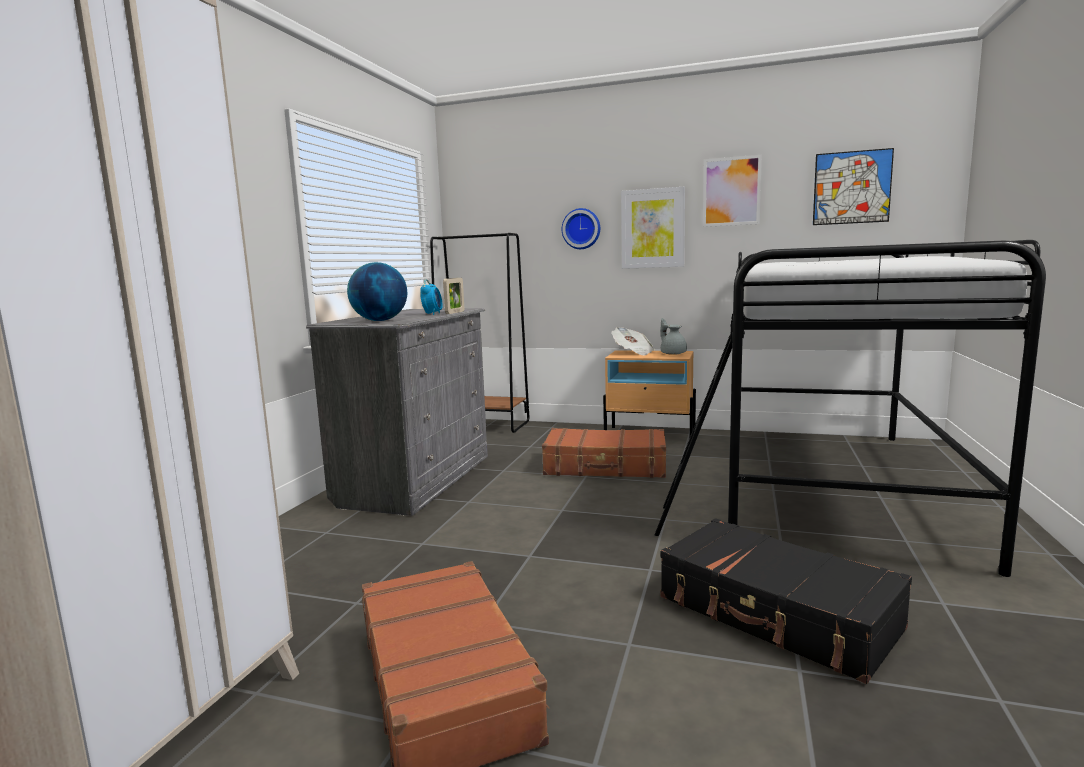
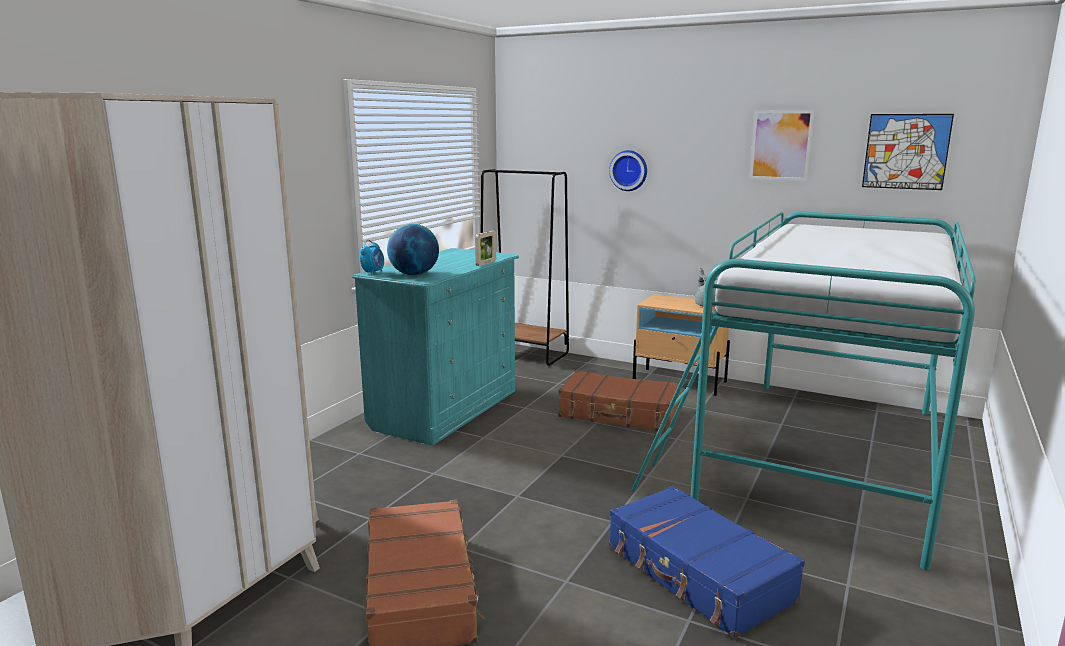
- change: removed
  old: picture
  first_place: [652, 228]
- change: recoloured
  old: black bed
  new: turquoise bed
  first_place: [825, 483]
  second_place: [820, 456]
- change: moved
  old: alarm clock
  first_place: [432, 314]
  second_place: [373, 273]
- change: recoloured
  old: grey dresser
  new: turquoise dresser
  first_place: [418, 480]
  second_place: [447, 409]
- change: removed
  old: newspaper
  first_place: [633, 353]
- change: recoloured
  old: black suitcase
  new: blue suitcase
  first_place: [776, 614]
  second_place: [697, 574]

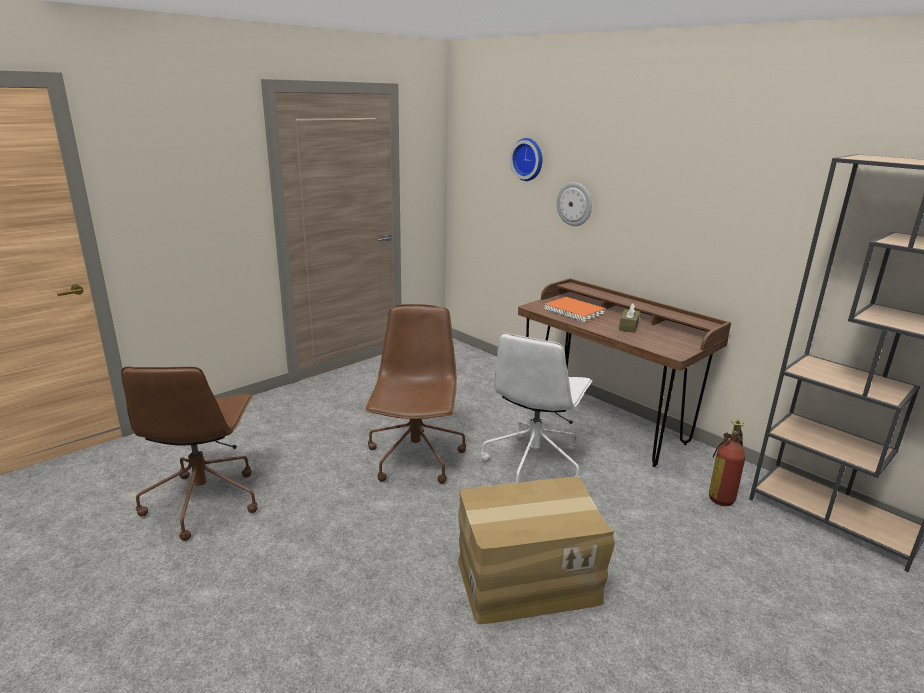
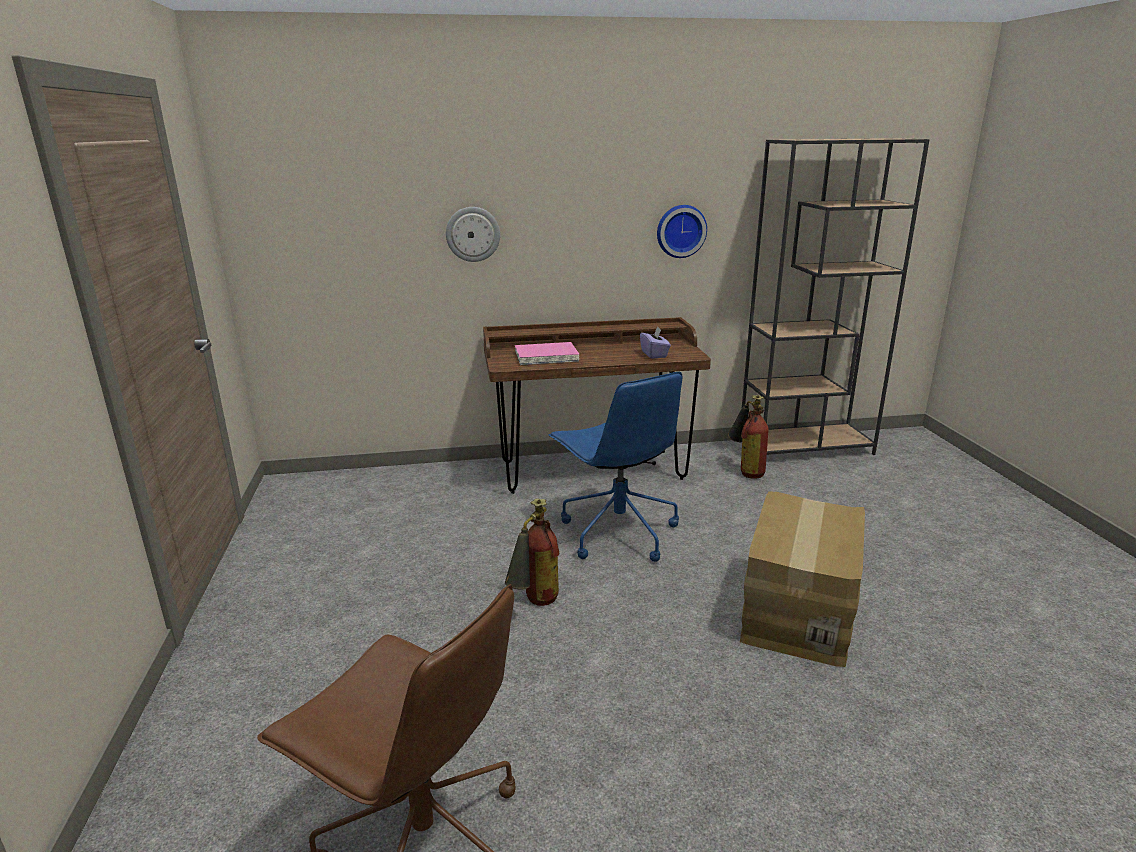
- change: moved
  old: wall clock
  first_place: [528, 159]
  second_place: [680, 231]
- change: recoloured
  old: orange book
  new: pink book
  first_place: [574, 312]
  second_place: [546, 356]
- change: removed
  old: brown tissue box
  first_place: [628, 326]
- change: replaced
  old: brown office chair
  new: fire extinguisher
  first_place: [415, 461]
  second_place: [534, 605]
- change: recoloured
  old: white office chair
  new: blue office chair
  first_place: [534, 462]
  second_place: [615, 531]
- change: added
  new: purple tissue box
  second_place: [654, 354]

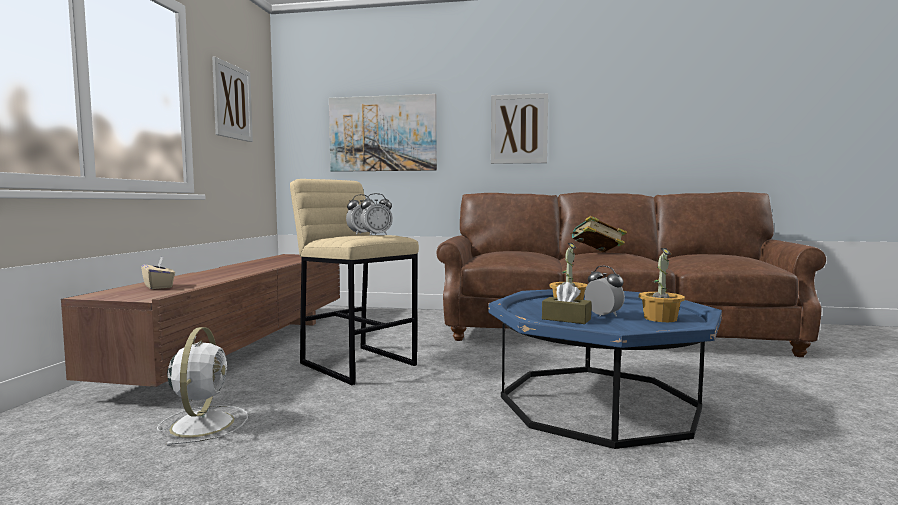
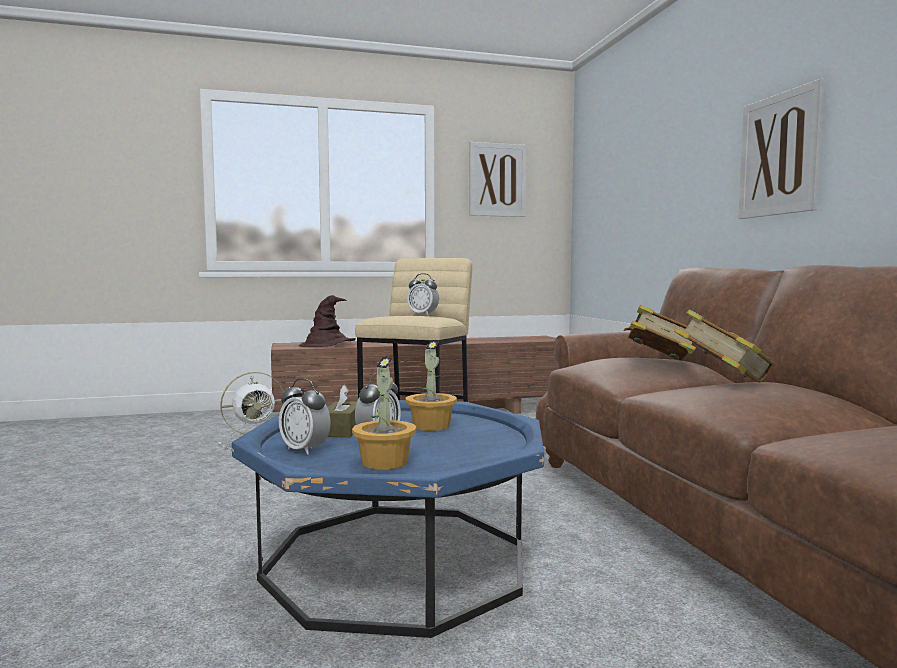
- change: removed
  old: picture
  first_place: [382, 134]
- change: moved
  old: alarm clock
  first_place: [376, 235]
  second_place: [305, 450]
- change: replaced
  old: beige tissue box
  new: brown hat
  first_place: [159, 286]
  second_place: [327, 344]
- change: added
  new: book
  second_place: [660, 362]

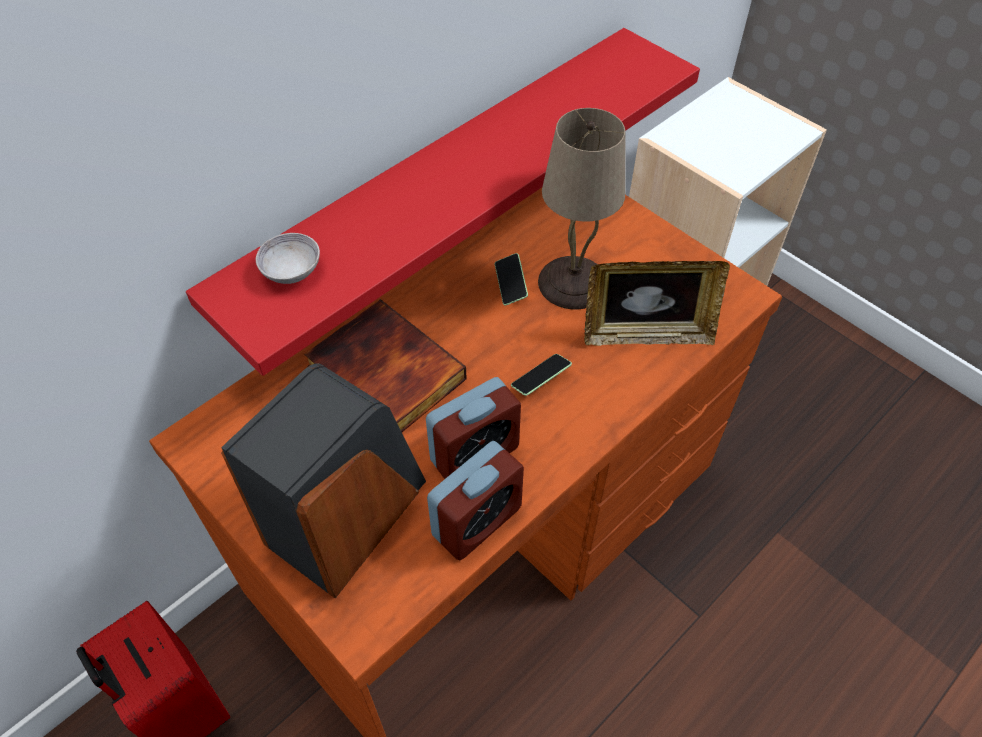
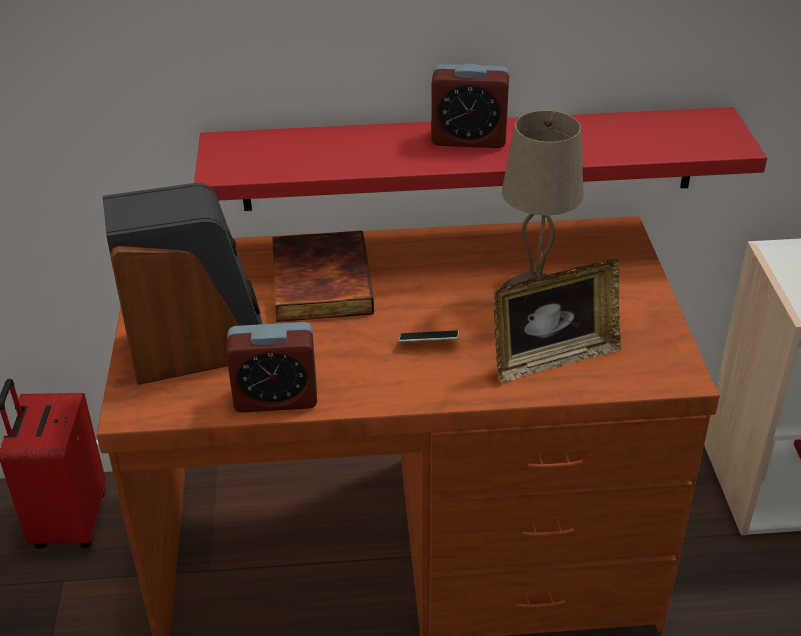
- change: removed
  old: grey bowl
  first_place: [292, 271]
- change: removed
  old: phone
  first_place: [510, 284]
- change: turned
  old: picture frame
  first_place: [646, 335]
  second_place: [553, 359]
  degrees: -60
- change: moved
  old: alarm clock
  first_place: [474, 454]
  second_place: [468, 139]

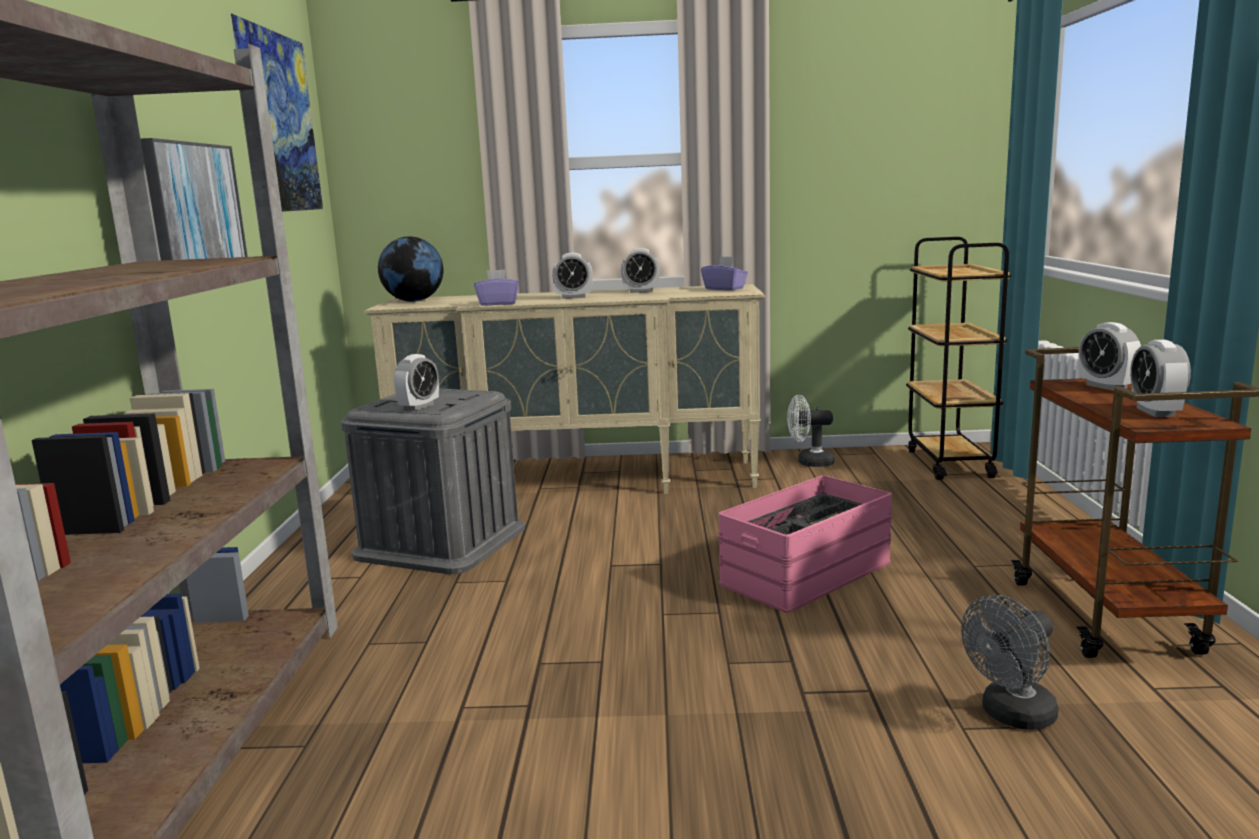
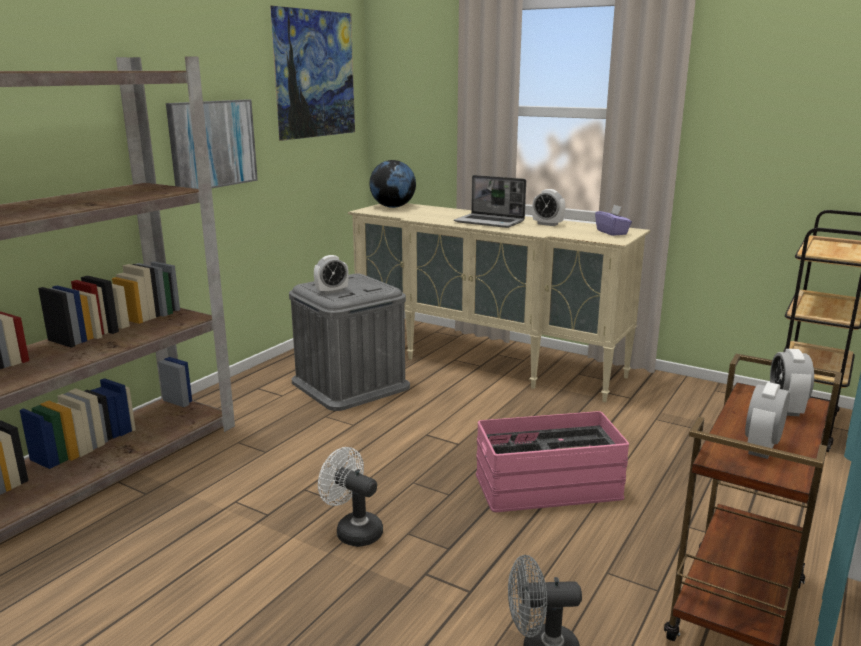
- change: replaced
  old: alarm clock
  new: laptop
  first_place: [573, 297]
  second_place: [490, 222]
- change: removed
  old: purple tissue box
  first_place: [498, 303]
- change: moved
  old: white fan
  first_place: [809, 462]
  second_place: [353, 531]

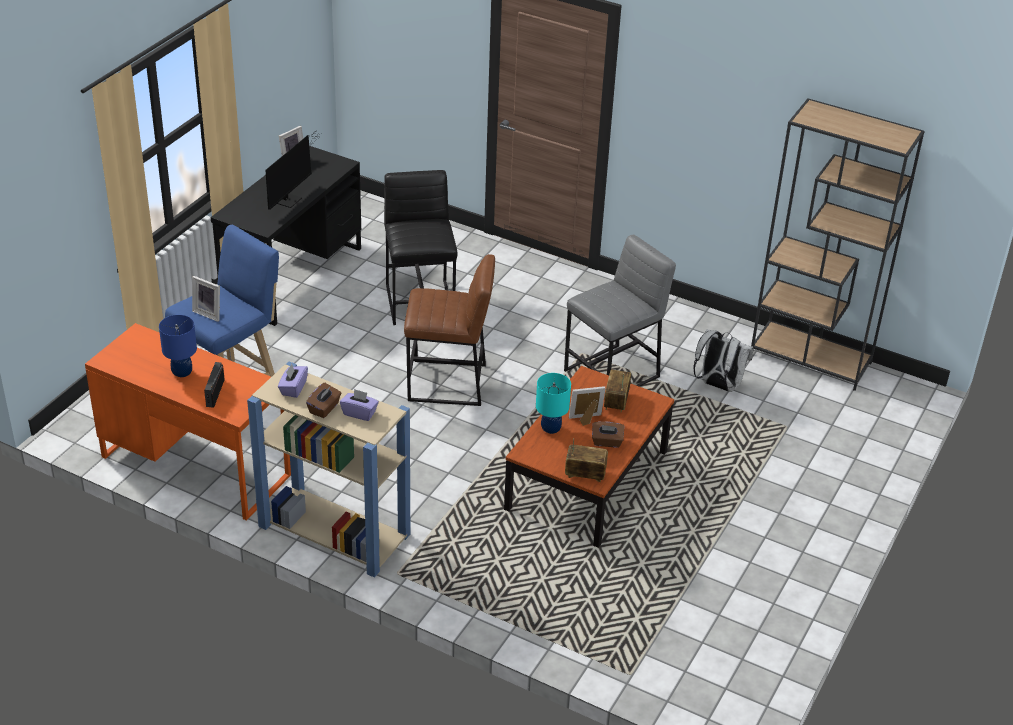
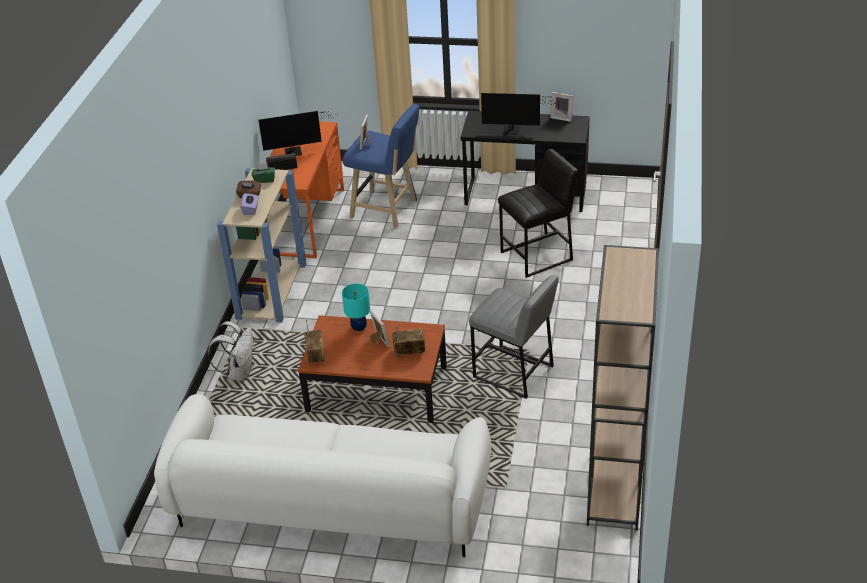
- change: removed
  old: brown chair
  first_place: [449, 383]
- change: replaced
  old: blue table lamp
  new: monitor
  first_place: [181, 372]
  second_place: [296, 152]
- change: moved
  old: white backpack
  first_place: [718, 385]
  second_place: [239, 372]
- change: recoloured
  old: purple tissue box
  new: green tissue box
  first_place: [293, 388]
  second_place: [264, 179]
- change: removed
  old: brown tissue box
  first_place: [607, 442]
- change: added
  new: white sofa
  second_place: [331, 504]

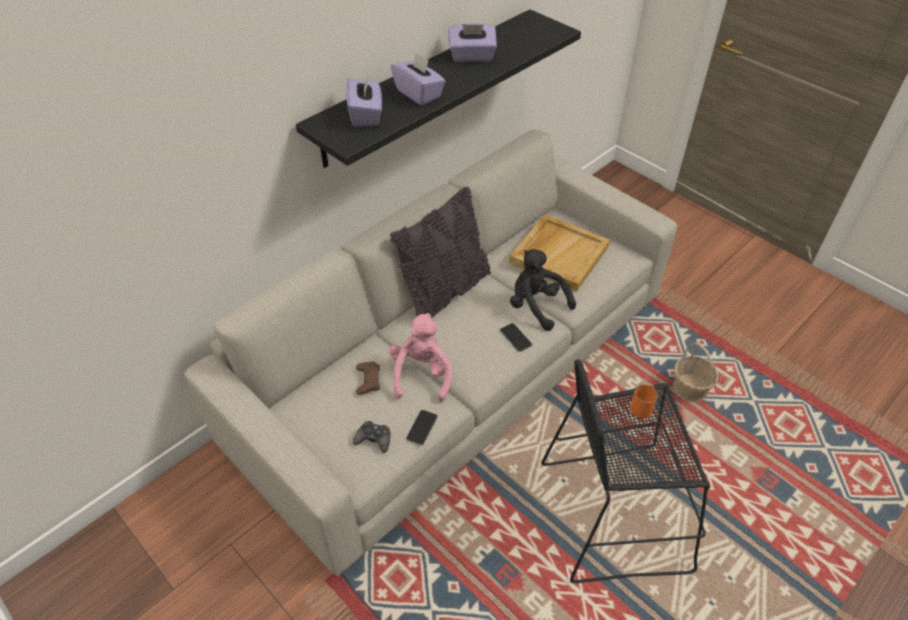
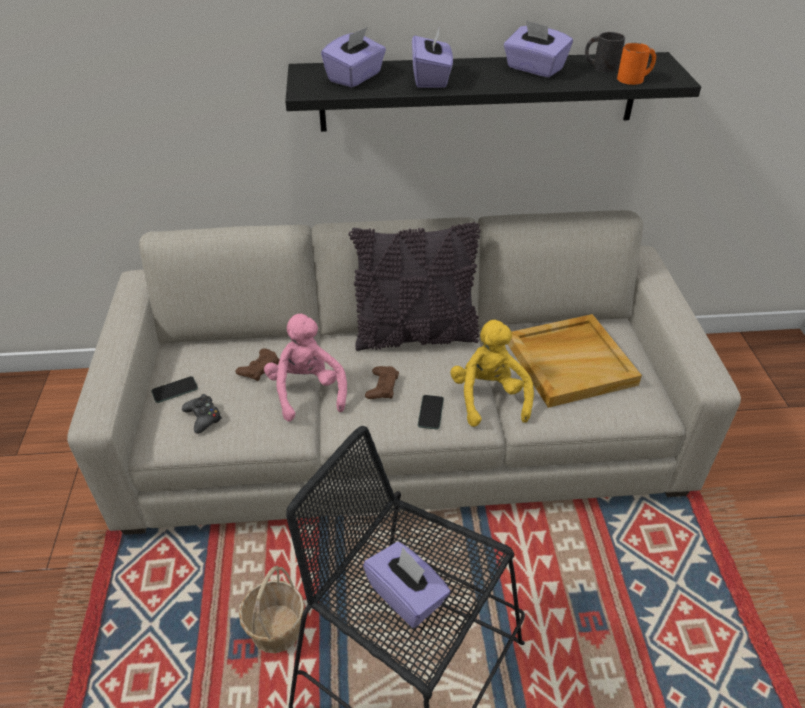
- change: recoloured
  old: black plush toy
  new: yellow plush toy
  first_place: [536, 306]
  second_place: [489, 397]
- change: turned
  old: pink plush toy
  first_place: [421, 374]
  second_place: [307, 391]
  degrees: -60
- change: moved
  old: basket
  first_place: [689, 389]
  second_place: [276, 629]
- change: moved
  old: orange mug
  first_place: [643, 405]
  second_place: [635, 78]
- change: moved
  old: phone
  first_place: [422, 427]
  second_place: [174, 390]
- change: added
  new: black mug
  second_place: [600, 66]
- change: added
  new: brown game controller
  second_place: [382, 386]
- change: added
  new: purple tissue box
  second_place: [406, 595]

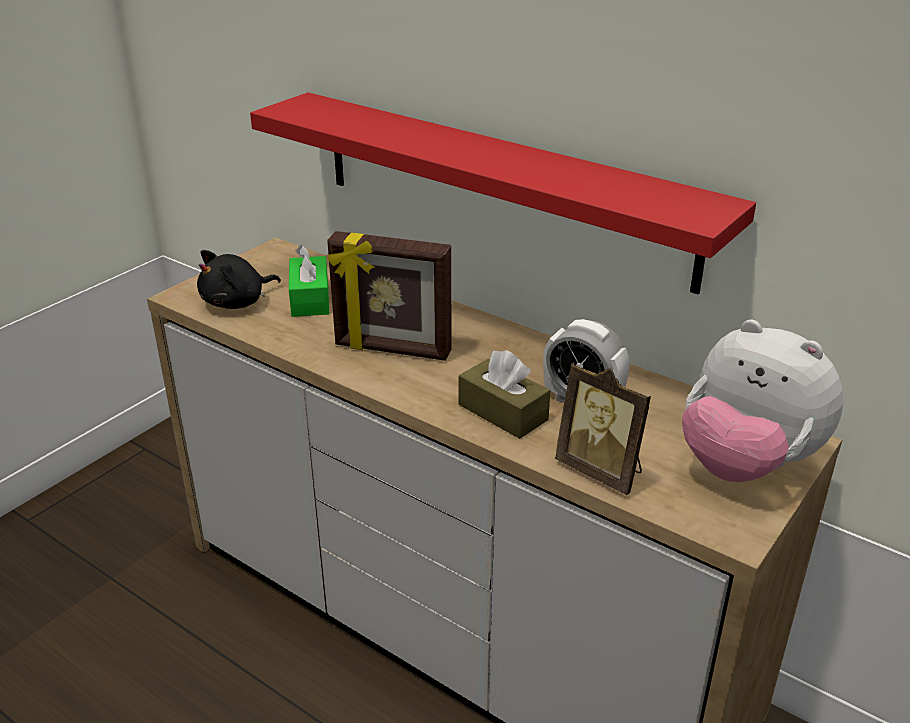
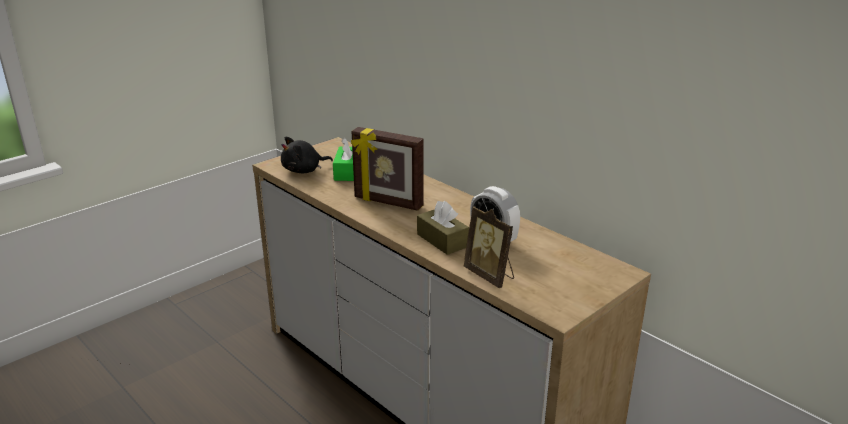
- change: removed
  old: red shelf
  first_place: [500, 187]
- change: removed
  old: plush toy
  first_place: [746, 465]

